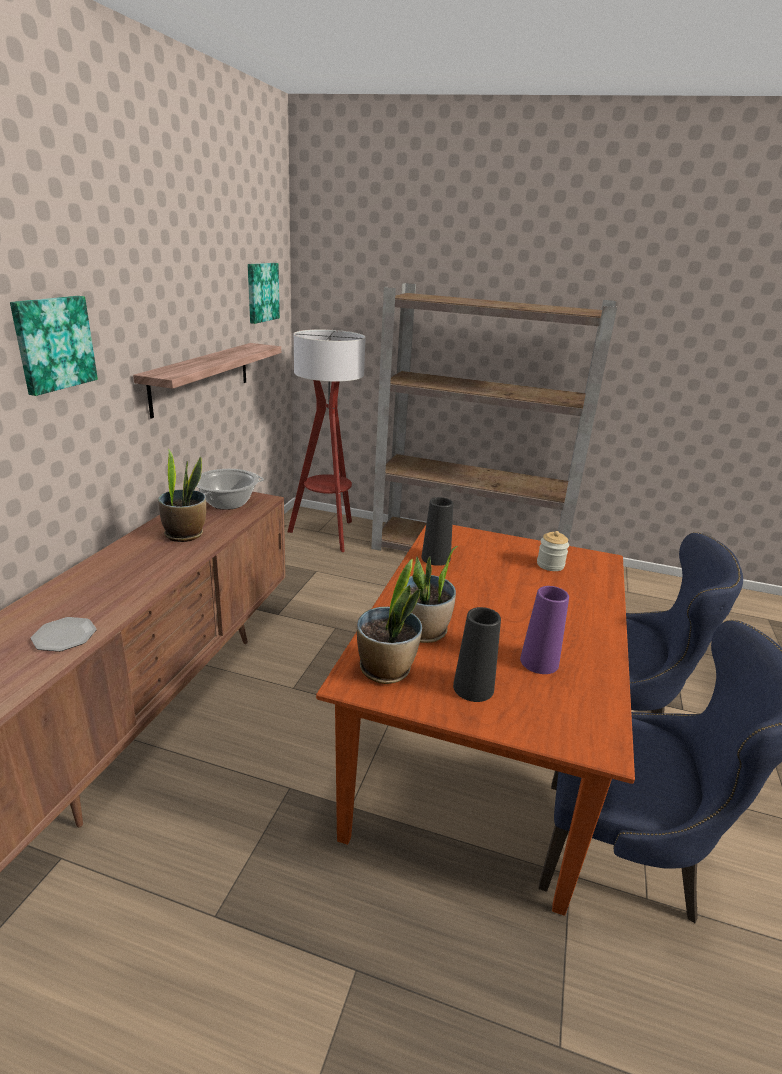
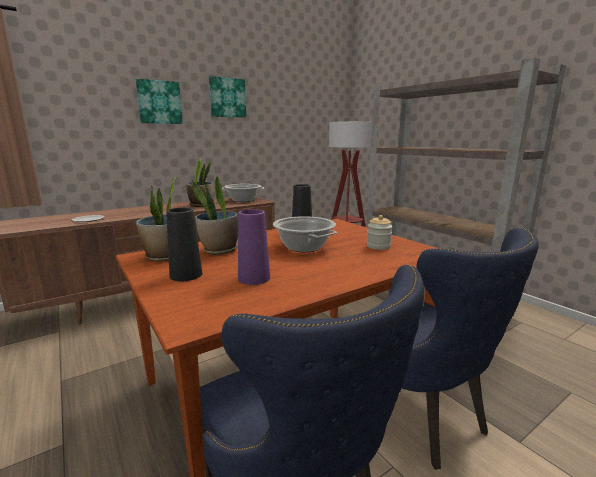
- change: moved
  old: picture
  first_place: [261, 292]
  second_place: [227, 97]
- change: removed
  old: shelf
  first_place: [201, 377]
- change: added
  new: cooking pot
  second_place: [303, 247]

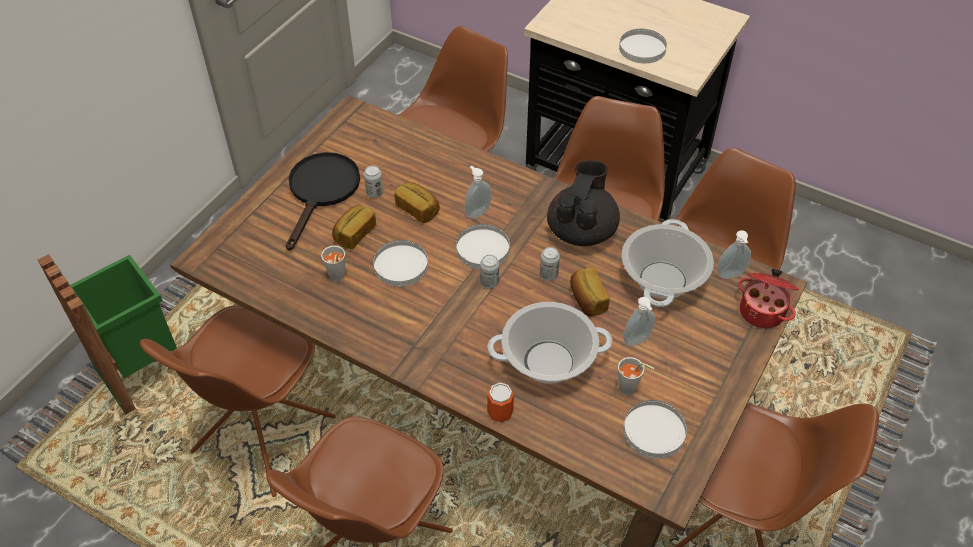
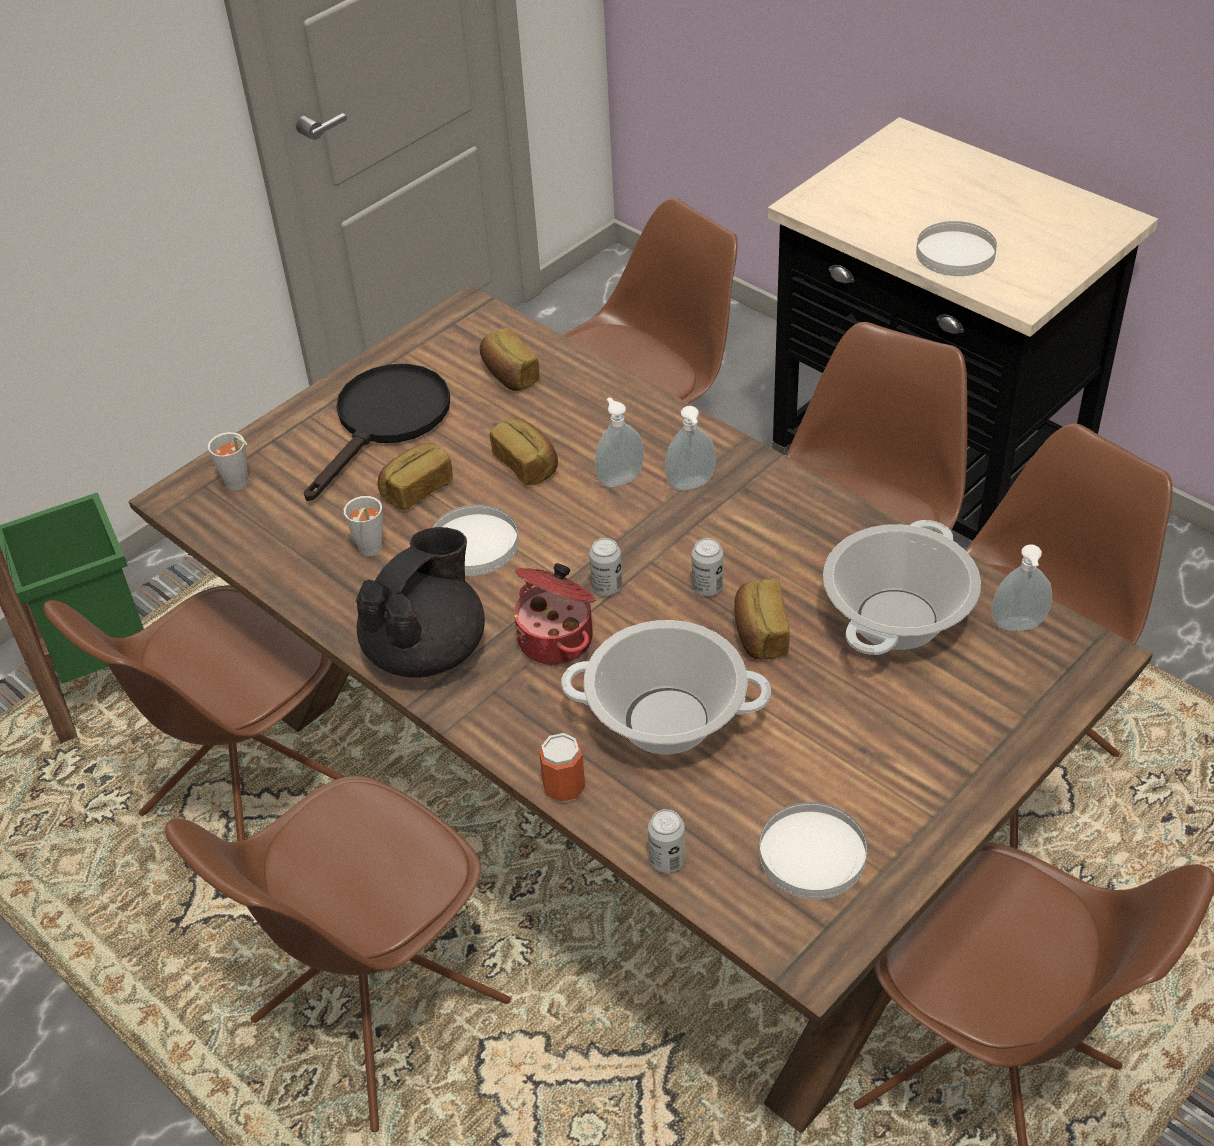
- change: moved
  old: black teapot
  first_place: [581, 230]
  second_place: [427, 649]
- change: moved
  old: can
  first_place: [375, 193]
  second_place: [667, 860]
- change: removed
  old: white plate
  first_place: [483, 249]
- change: moved
  old: cooking pot
  first_place: [762, 311]
  second_place: [557, 638]
- change: moved
  old: soap dispenser
  first_place: [637, 341]
  second_place: [691, 486]
- change: moved
  old: grey cup
  first_place: [630, 390]
  second_place: [240, 485]
- change: added
  new: bread
  second_place: [509, 375]

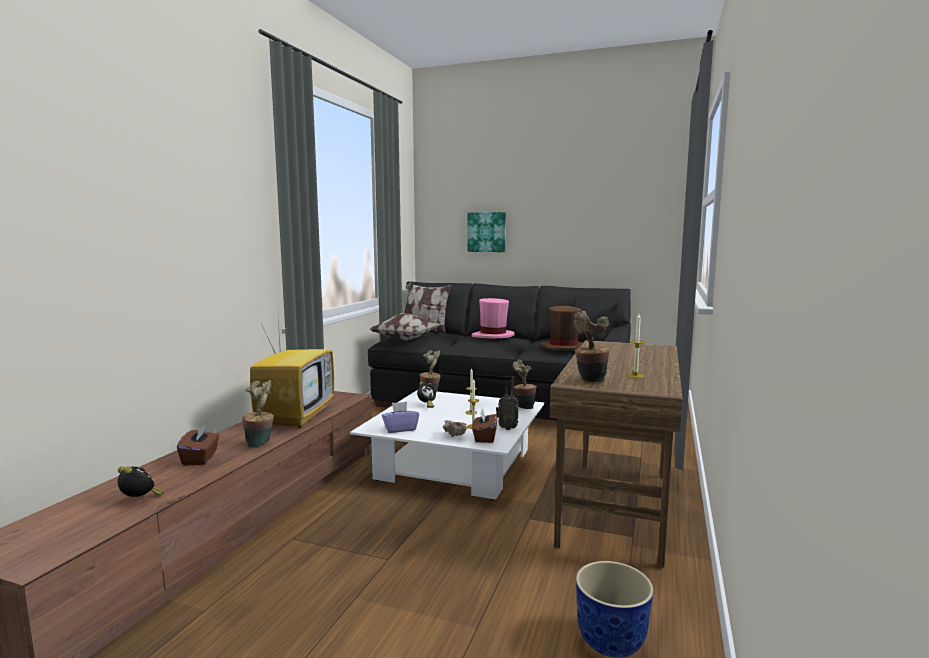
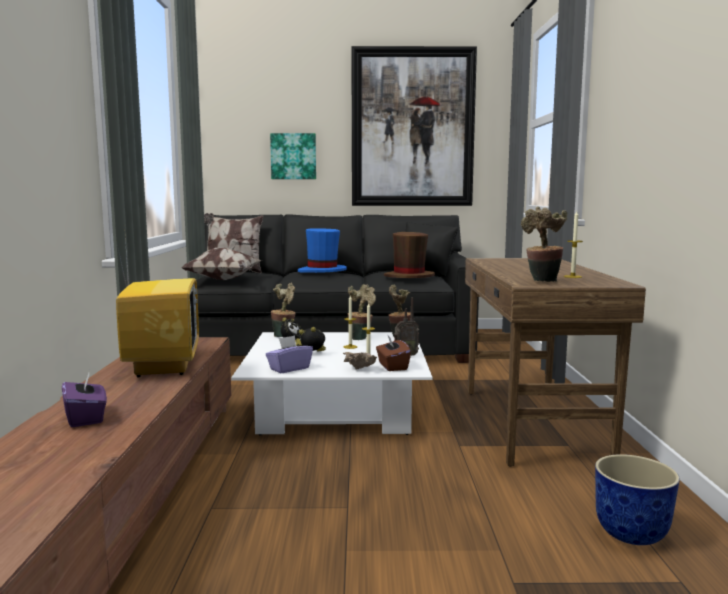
- change: recoloured
  old: pink hat
  new: blue hat
  first_place: [493, 336]
  second_place: [322, 271]
- change: moved
  old: potted plant
  first_place: [261, 443]
  second_place: [360, 338]
- change: recoloured
  old: brown tissue box
  new: purple tissue box
  first_place: [200, 458]
  second_place: [86, 418]
- change: moved
  old: alarm clock
  first_place: [140, 500]
  second_place: [313, 354]
- change: added
  new: picture
  second_place: [412, 128]

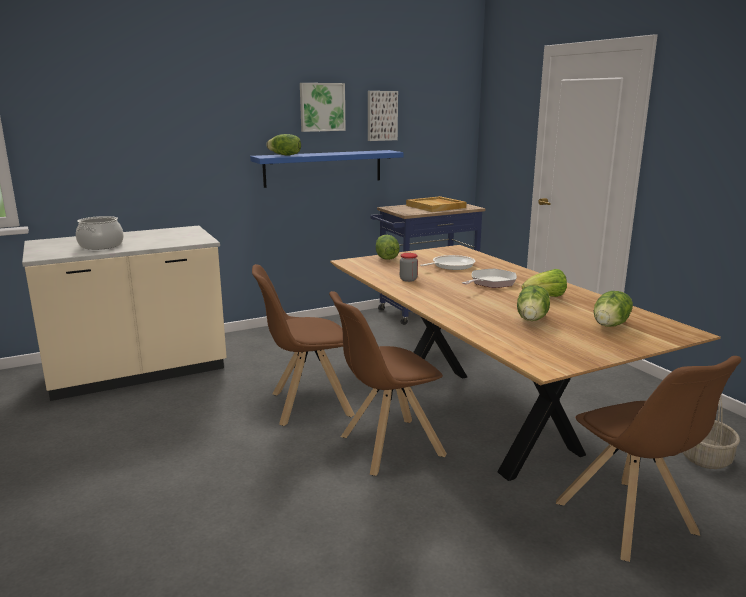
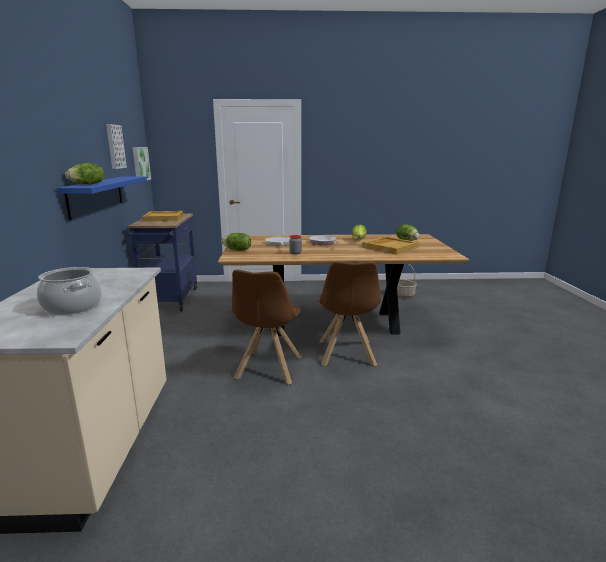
- change: moved
  old: picture
  first_place: [322, 107]
  second_place: [140, 163]
- change: replaced
  old: lettuce
  new: beige tray
  first_place: [532, 319]
  second_place: [390, 247]
- change: removed
  old: brown chair
  first_place: [630, 521]

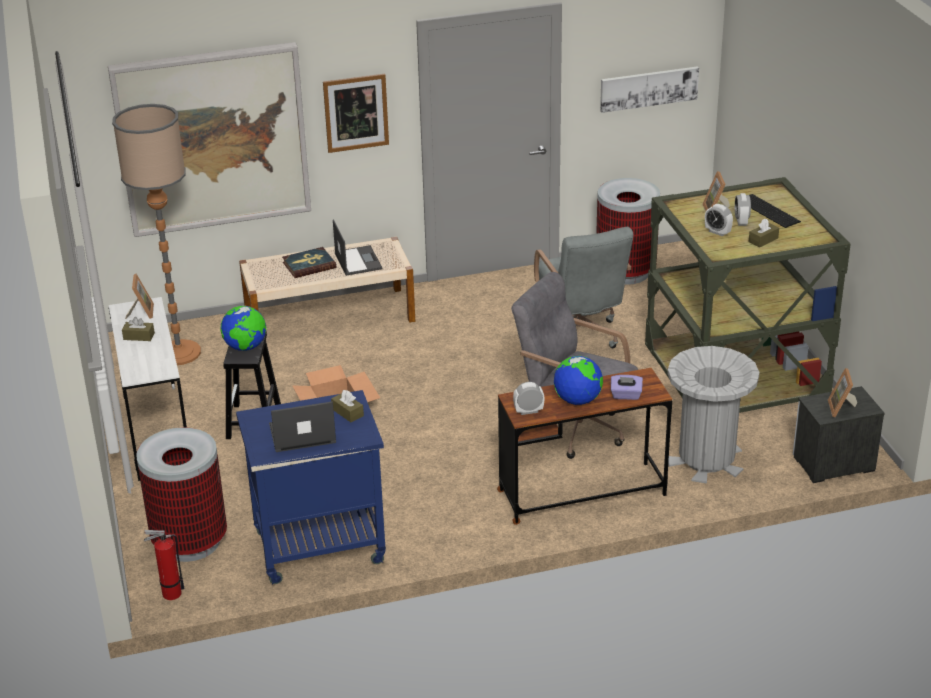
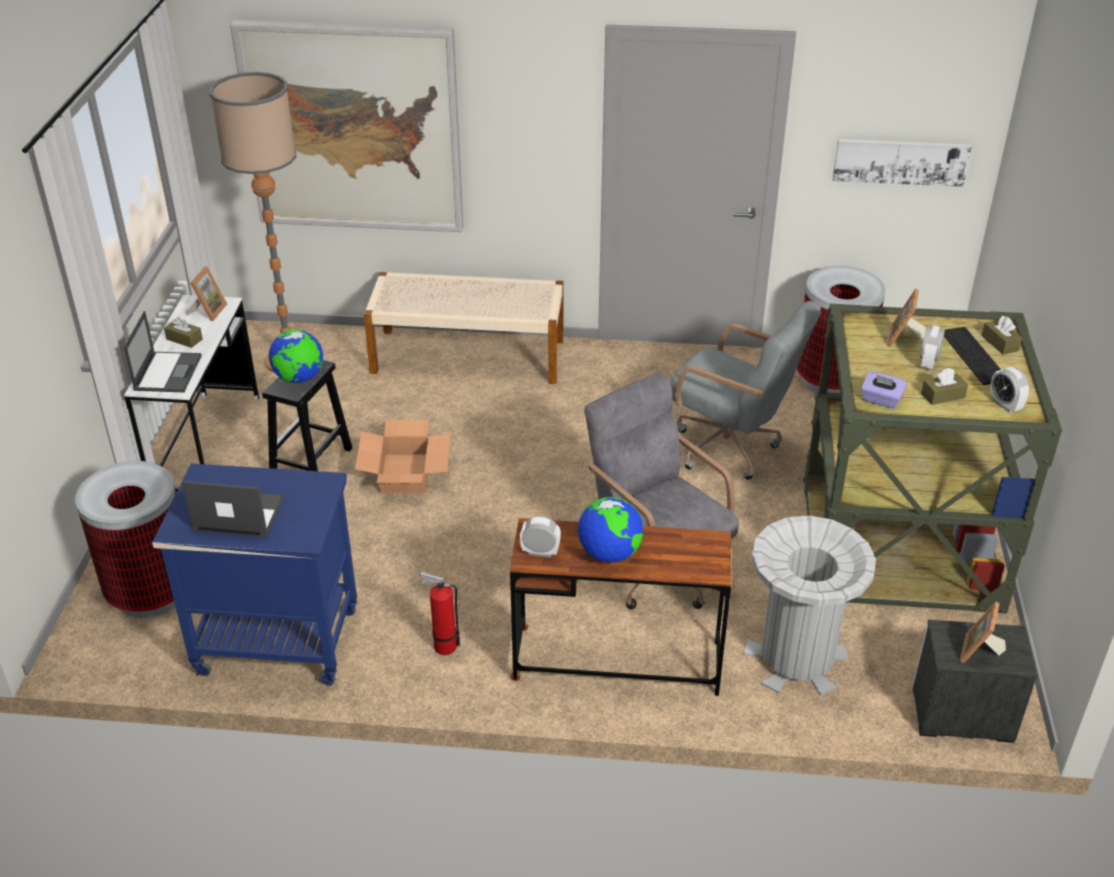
- change: removed
  old: picture
  first_place: [356, 112]
- change: moved
  old: alarm clock
  first_place: [717, 232]
  second_place: [1005, 405]
- change: moved
  old: laptop
  first_place: [357, 261]
  second_place: [168, 372]
- change: turned
  old: grey office chair
  first_place: [580, 337]
  second_place: [730, 451]
  degrees: -60
- change: removed
  old: book
  first_place: [309, 265]
- change: moved
  old: purple tissue box
  first_place: [626, 395]
  second_place: [881, 400]
- change: moved
  old: brown tissue box
  first_place: [347, 412]
  second_place: [999, 343]
- change: moved
  old: fire extinguisher
  first_place: [169, 594]
  second_place: [442, 646]

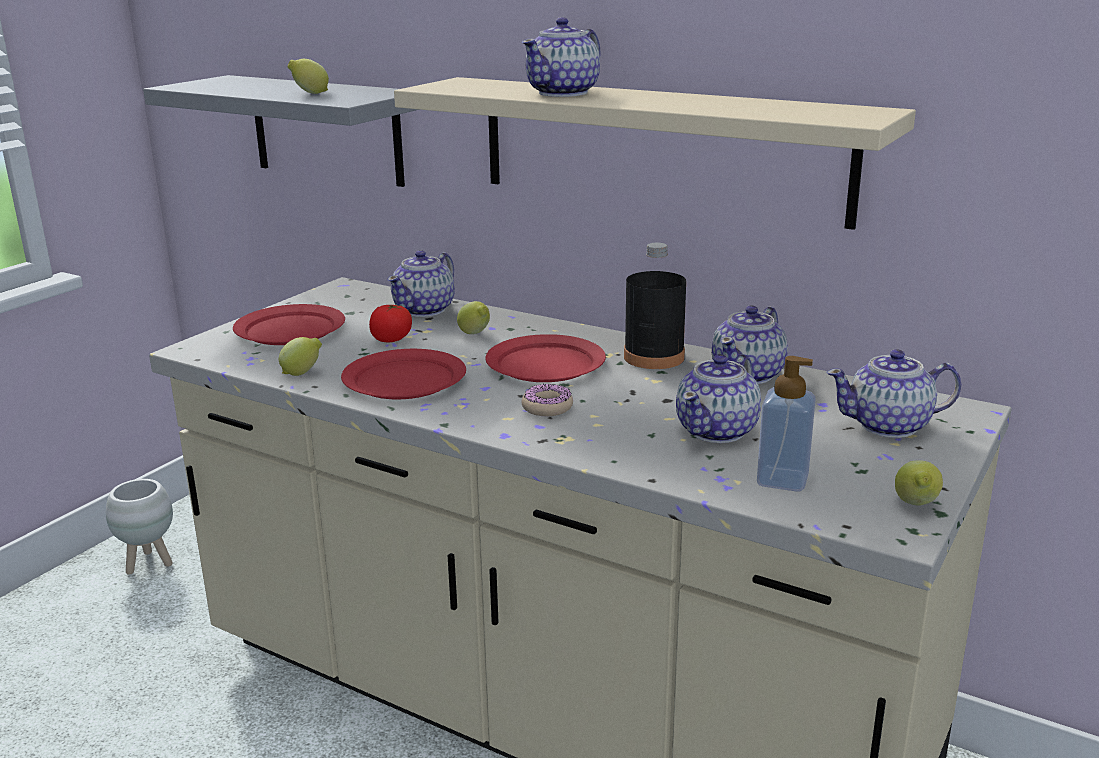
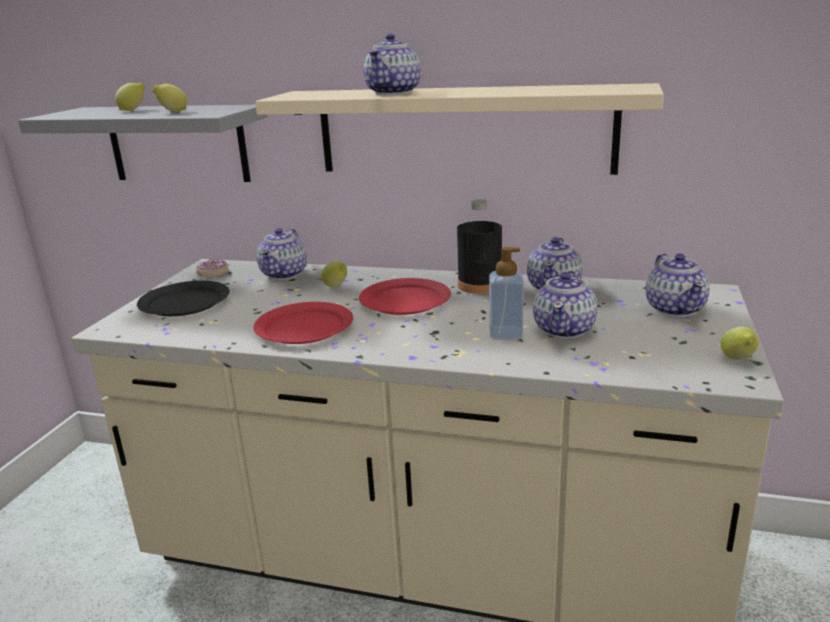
- change: recoloured
  old: red plate
  new: black plate
  first_place: [290, 329]
  second_place: [184, 302]
- change: removed
  old: tomato
  first_place: [392, 339]
- change: moved
  old: lemon
  first_place: [302, 373]
  second_place: [133, 110]
- change: turned
  old: teapot
  first_place: [889, 426]
  second_place: [675, 308]
  degrees: -75
- change: moved
  old: soap dispenser
  first_place: [782, 480]
  second_place: [505, 333]
- change: moved
  old: donut
  first_place: [547, 407]
  second_place: [212, 273]
- change: removed
  old: white planter
  first_place: [149, 564]

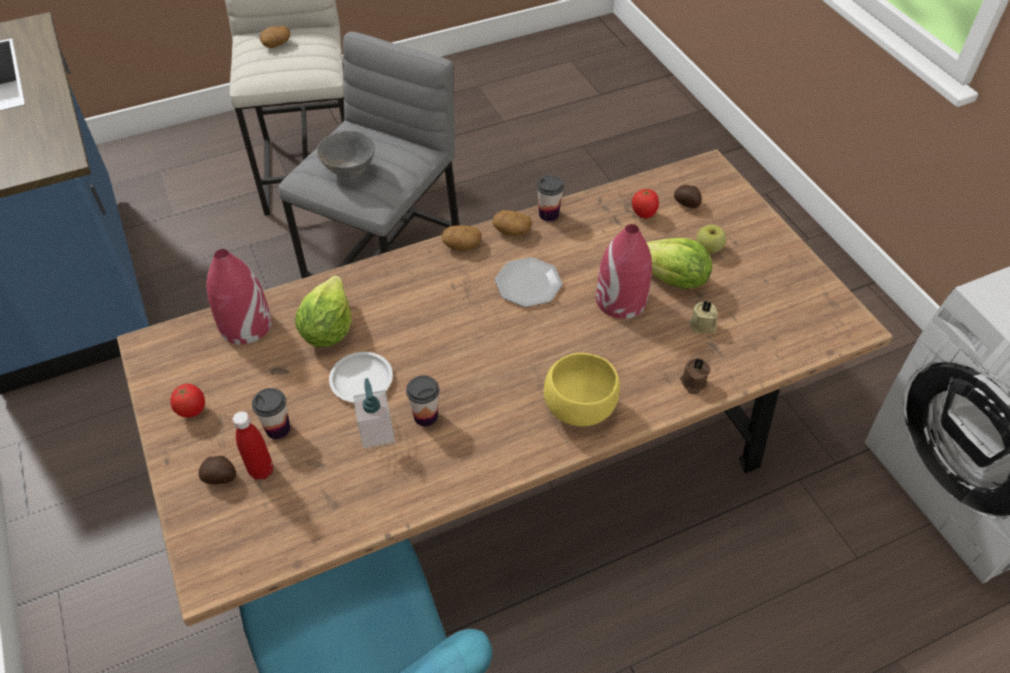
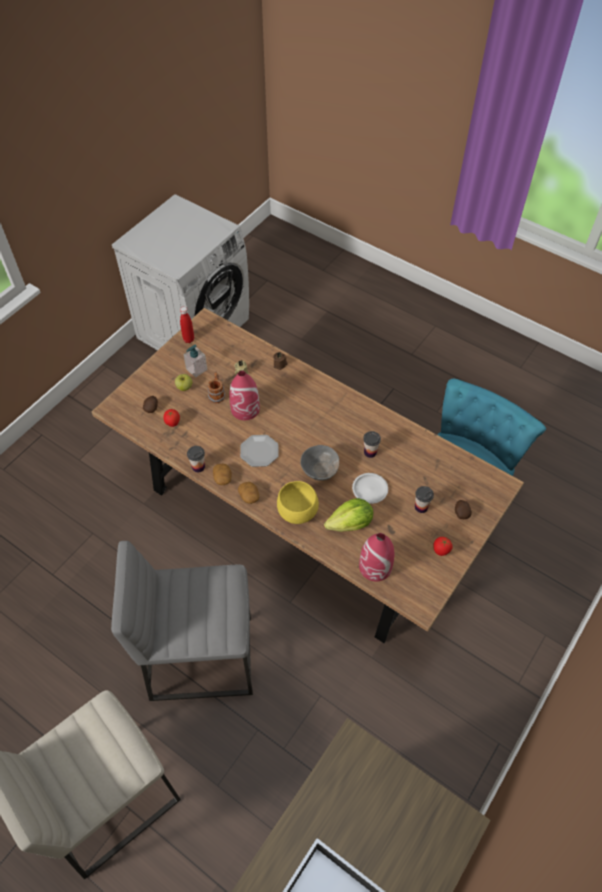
- change: removed
  old: potato
  first_place: [276, 43]
- change: moved
  old: grey bowl
  first_place: [349, 171]
  second_place: [320, 472]
- change: replaced
  old: lettuce
  new: mug
  first_place: [672, 279]
  second_place: [217, 394]
- change: moved
  old: yellow bowl
  first_place: [579, 407]
  second_place: [296, 513]
- change: moved
  old: soap dispenser
  first_place: [376, 432]
  second_place: [196, 369]
- change: moved
  old: red bottle
  first_place: [261, 470]
  second_place: [188, 339]

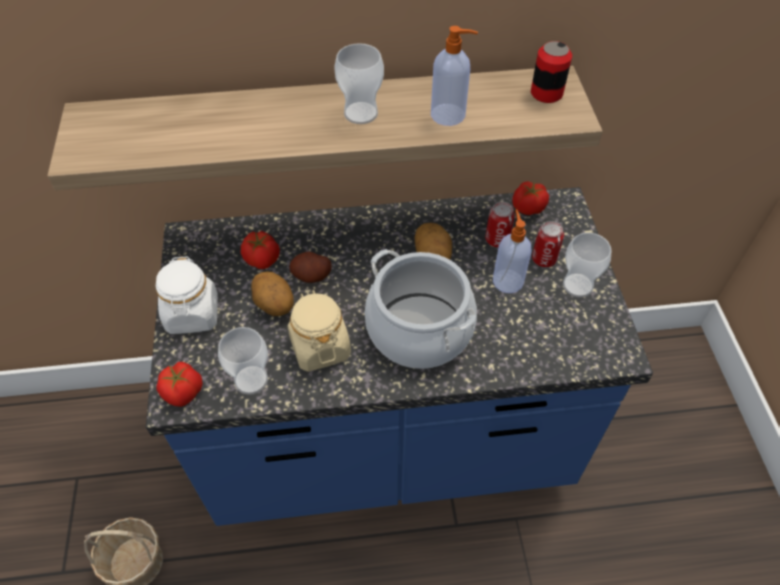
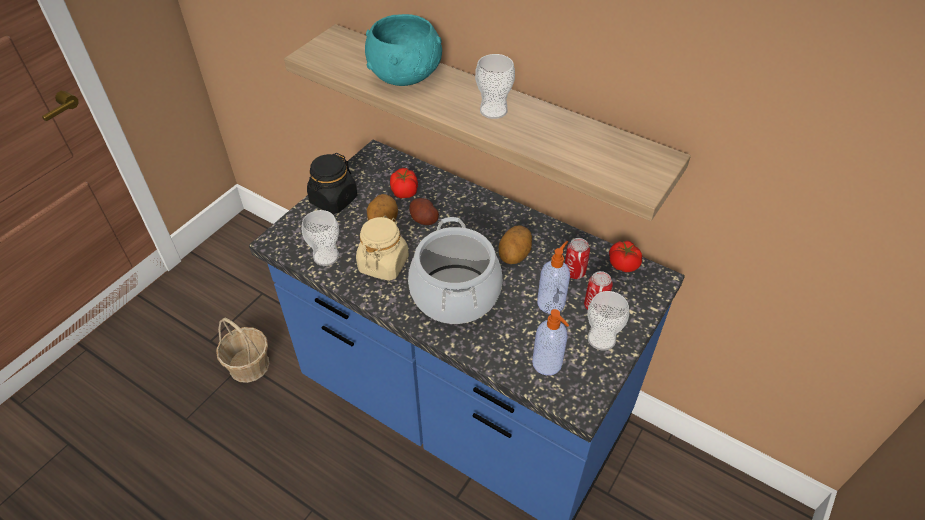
- change: moved
  old: soap dispenser
  first_place: [449, 115]
  second_place: [548, 364]
- change: removed
  old: can
  first_place: [546, 93]
- change: recoloured
  old: white jar
  new: black jar
  first_place: [192, 314]
  second_place: [333, 200]
- change: removed
  old: tomato
  first_place: [184, 392]
- change: added
  new: turquoise bowl
  second_place: [406, 74]

